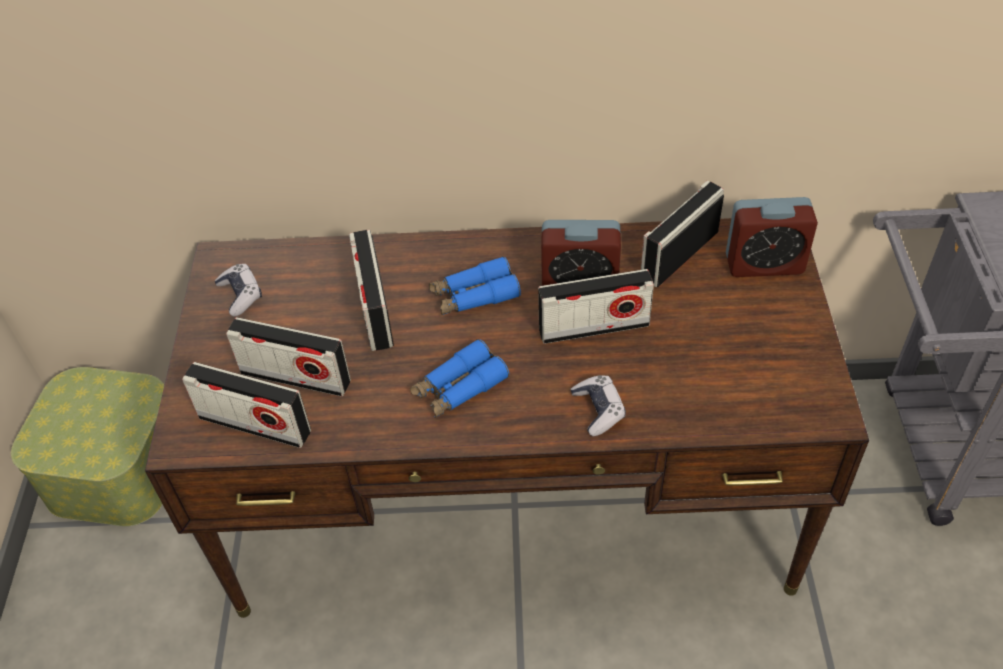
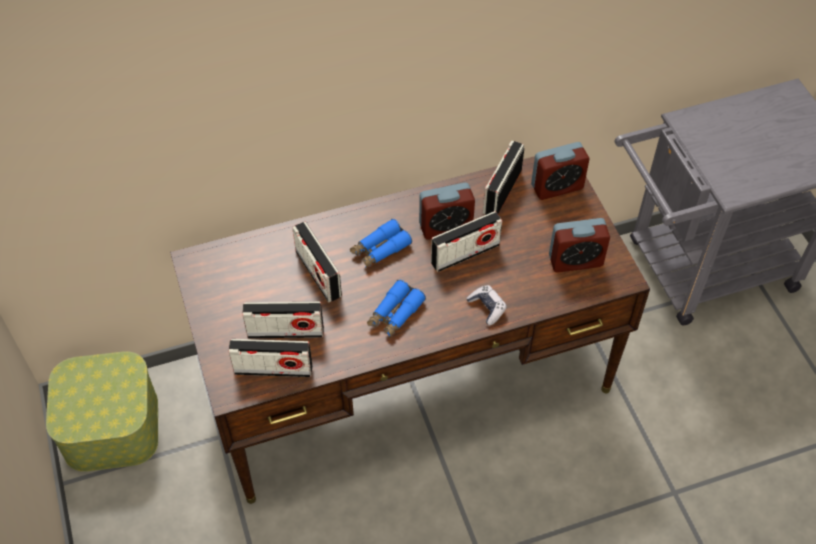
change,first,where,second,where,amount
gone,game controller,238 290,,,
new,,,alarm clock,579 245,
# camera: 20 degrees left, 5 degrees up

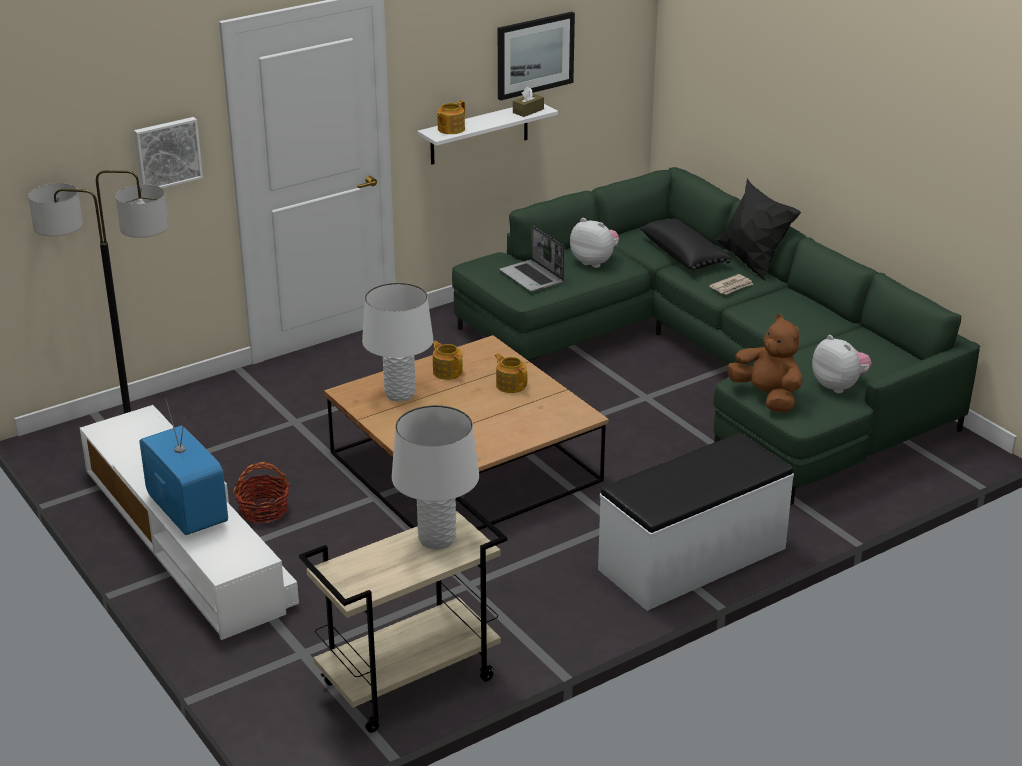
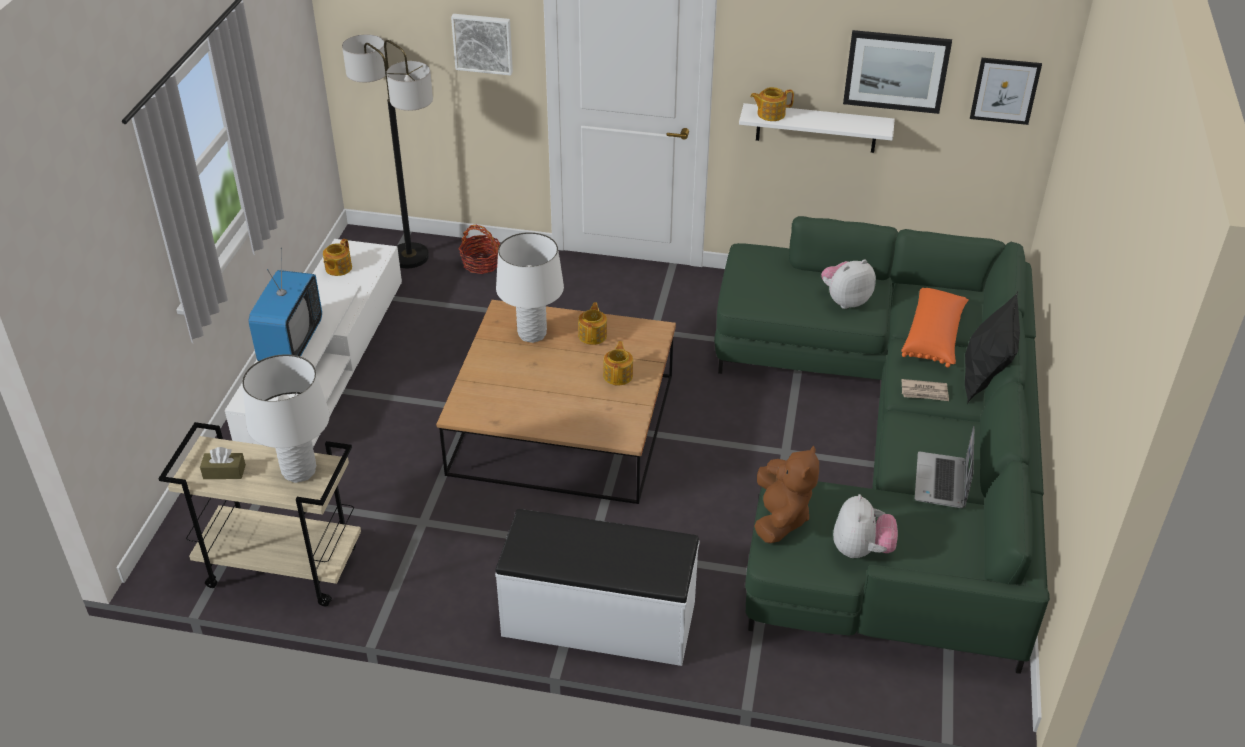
change,first,where,second,where,amount
shifted,basket,261 492,,479 249,
shifted,laptop,532 258,,944 467,
shifted,brown tissue box,528 102,,223 463,
rotated,plush toy,594 243,,848 284,105 degrees counterclockwise
repainted,black pillow,686 244,orange pillow,935 328,
new,,,teapot,337 257,
new,,,picture,1006 91,
# camera: 45 degrees right, 10 degrees up

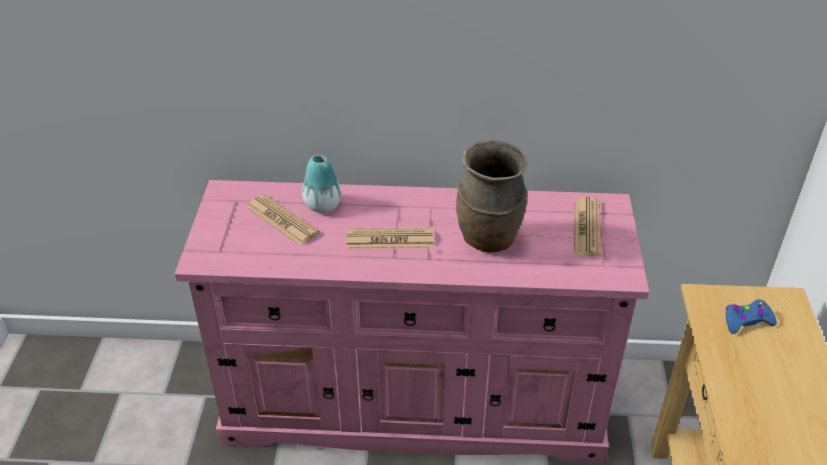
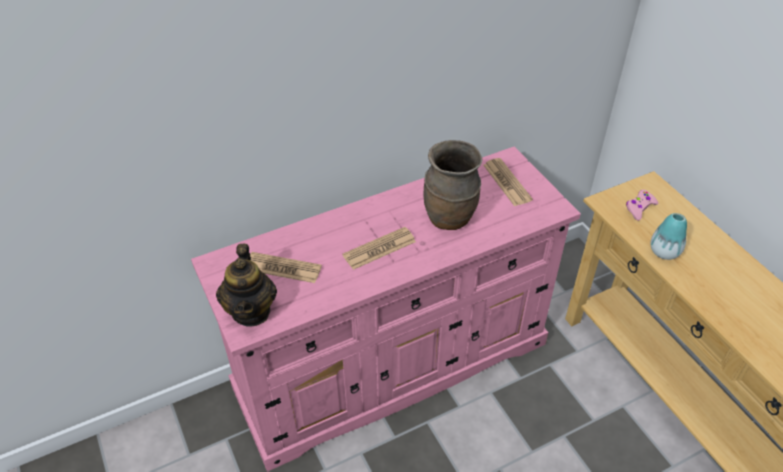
change,first,where,second,where,amount
shifted,vase,321 184,,668 236,
repainted,blue game controller,751 316,pink game controller,642 205,
new,,,teapot,246 285,
# camera: 30 degrees left, 5 degrees up

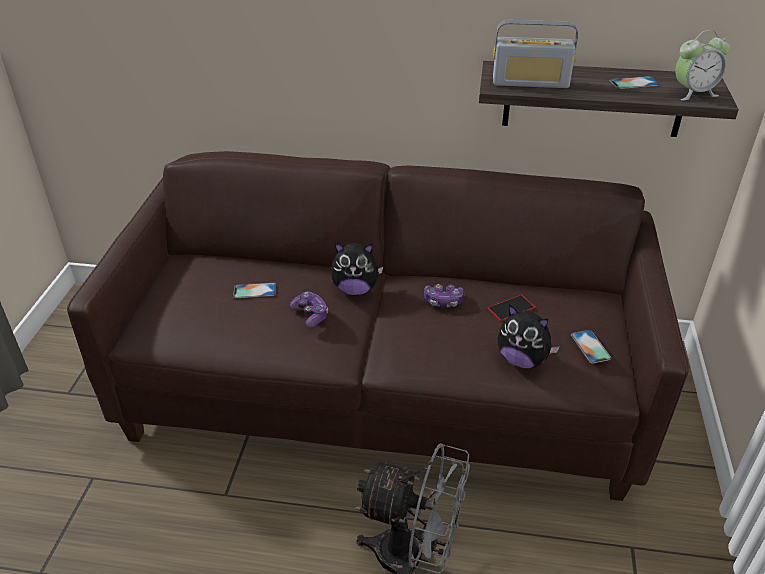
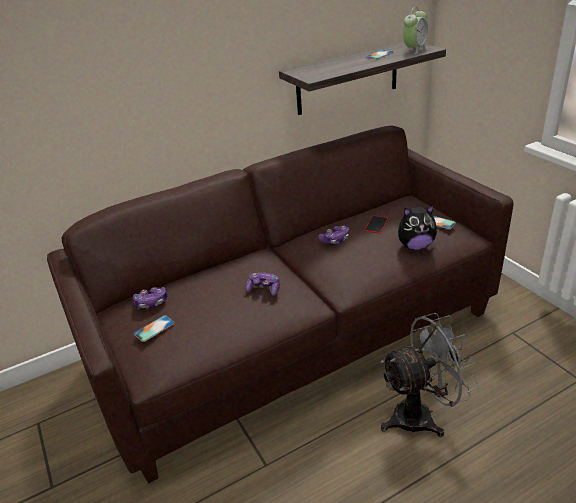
change,first,where,second,where,amount
shifted,phone,254 290,,154 328,
gone,plush toy,357 269,,,
gone,radio,535 54,,,
new,,,game controller,150 297,
# camera: 35 degrees left, 5 degrees down

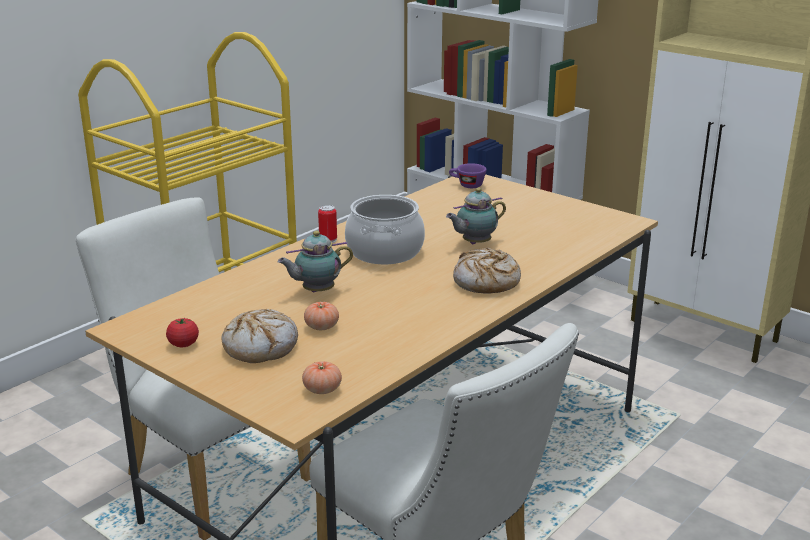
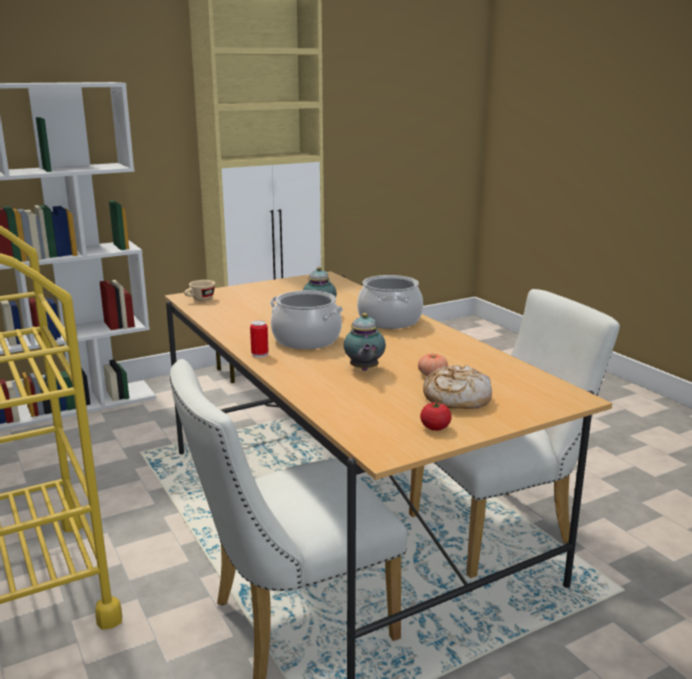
change,first,where,second,where,amount
gone,tomato,322 377,,,
repainted,purple cup,468 175,beige cup,199 290,
swapped,bread,487 270,cooking pot,390 302,
# camera: 70 degrees left, 5 degrees down

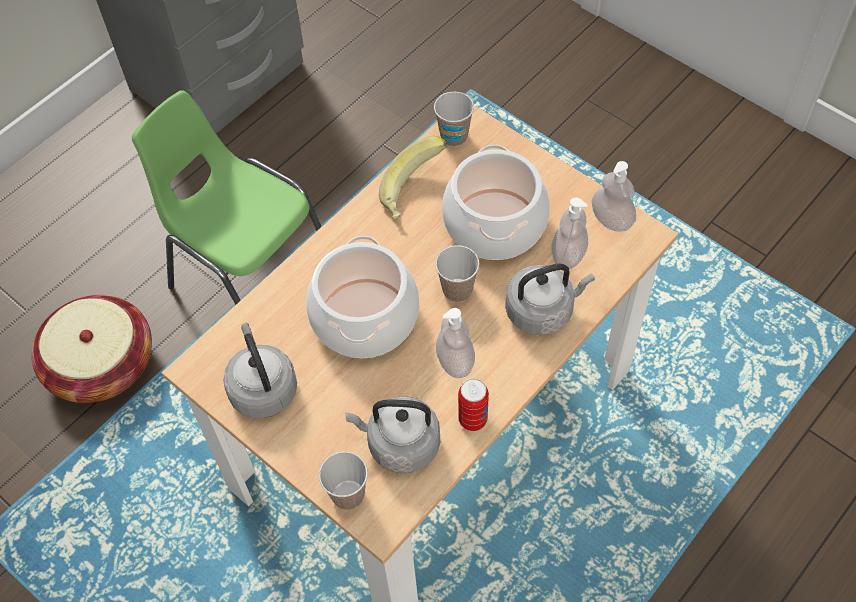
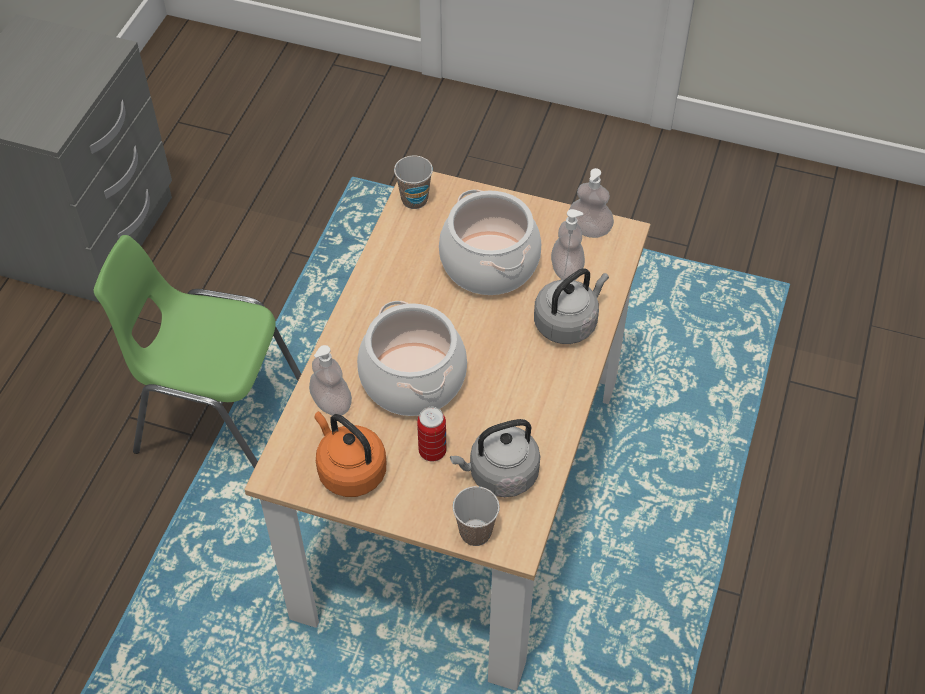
change,first,where,second,where,amount
gone,basket,91 349,,,
repainted,grey kettle,260 370,orange kettle,350 454,
gone,banana,413 178,,,
gone,cup,457 273,,,
shifted,soap dispenser,455 343,,330 380,
shifted,can,473 404,,431 434,
# camera: 25 degrees left, 5 degrees down

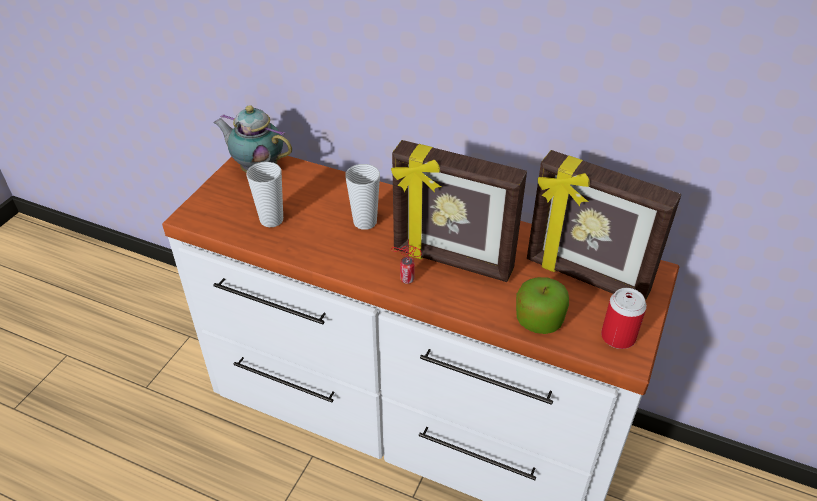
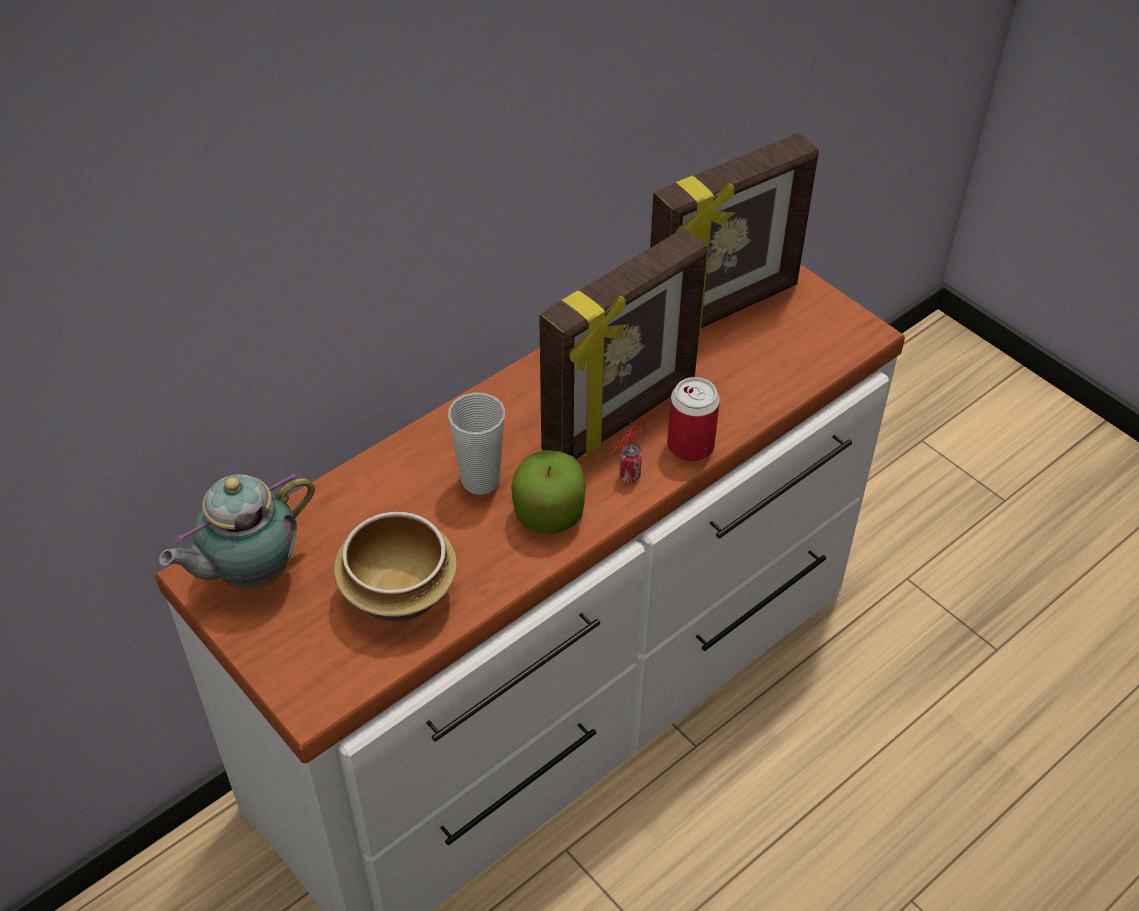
change,first,where,second,where,amount
swapped,cup,265 194,bowl,395 567,
shifted,apple,542 305,,548 492,
shifted,can,624 318,,693 419,
# camera: 65 degrees left, 5 degrees up

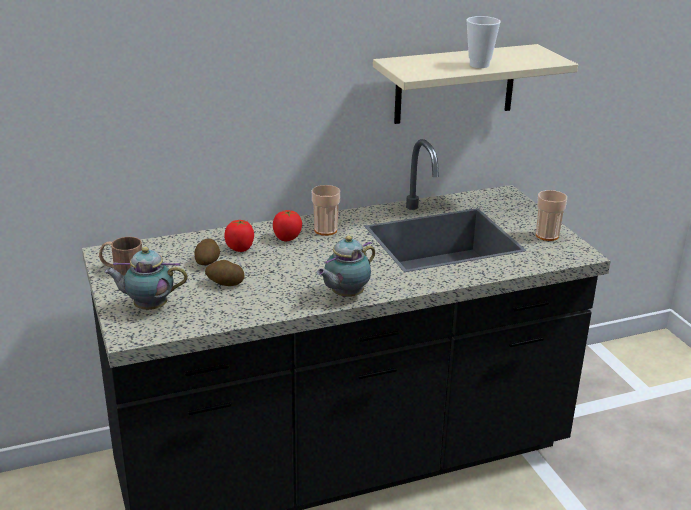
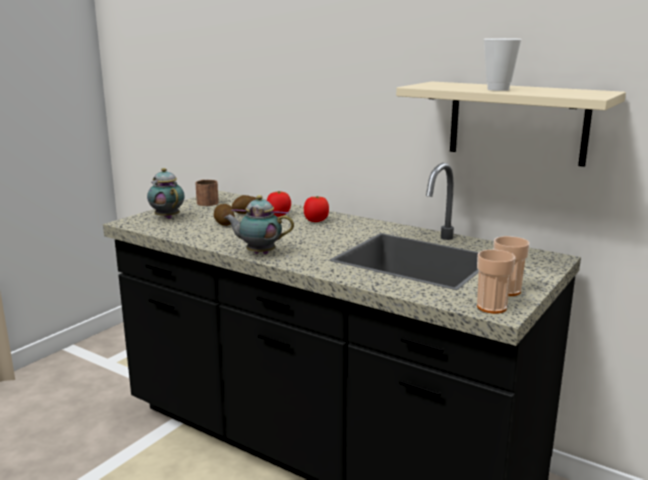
change,first,where,second,where,amount
shifted,cup,326 210,,496 282,
# camera: 55 degrees right, 10 degrees down

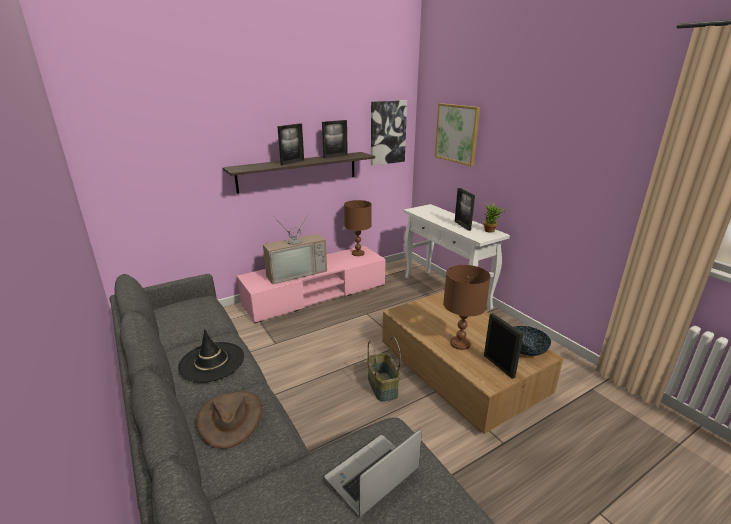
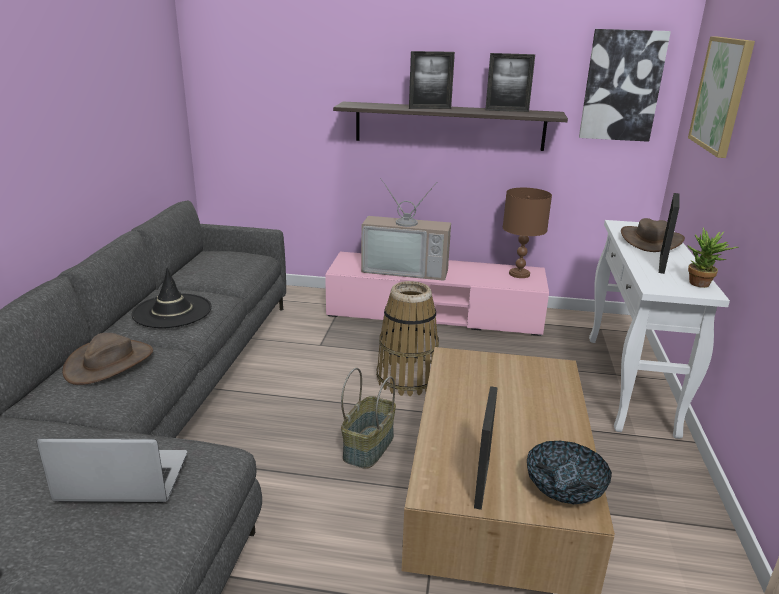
change,first,where,second,where,amount
gone,brown table lamp,467 307,,,
new,,,basket,407 338,
new,,,brown hat,653 235,
# camera: 40 degrees right, 0 degrees up

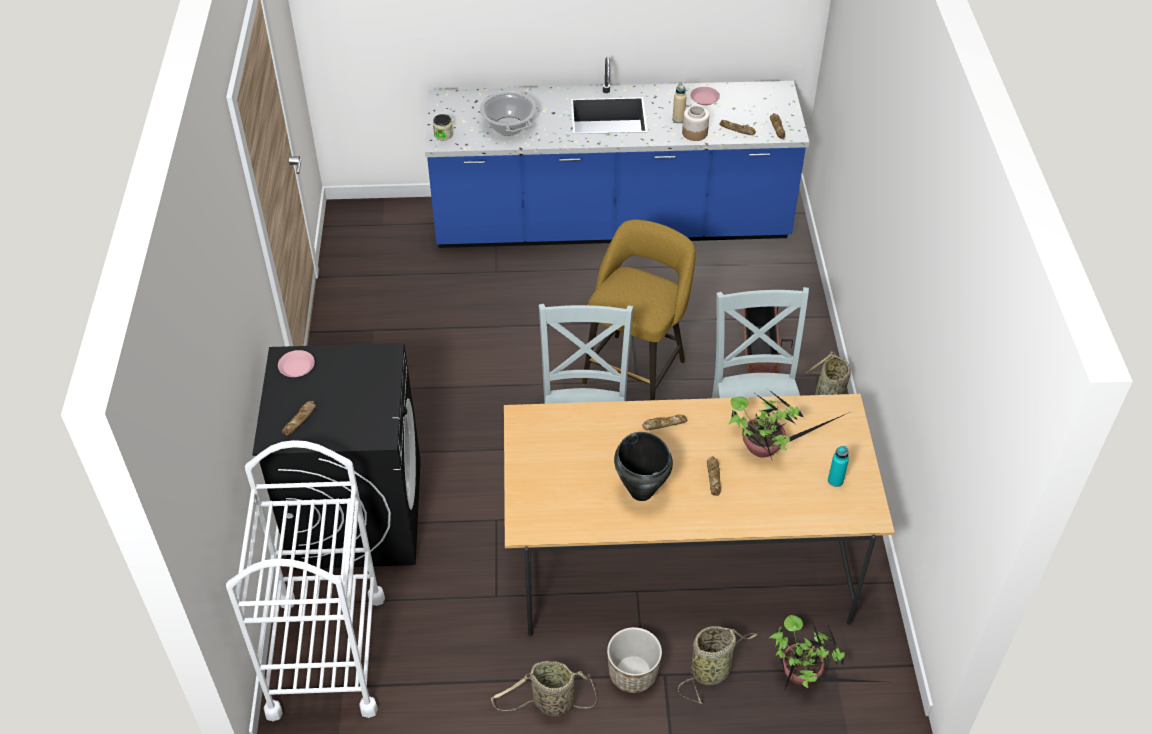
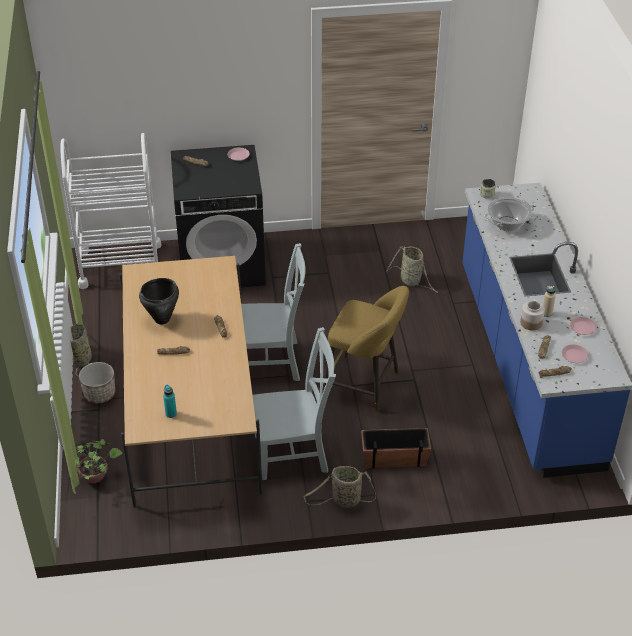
change,first,where,second,where,amount
shifted,basket,717 665,,412 269,
gone,potted plant,789 424,,,
new,,,pink plate,575 353,
# camera: 85 degrees right, 5 degrees down

